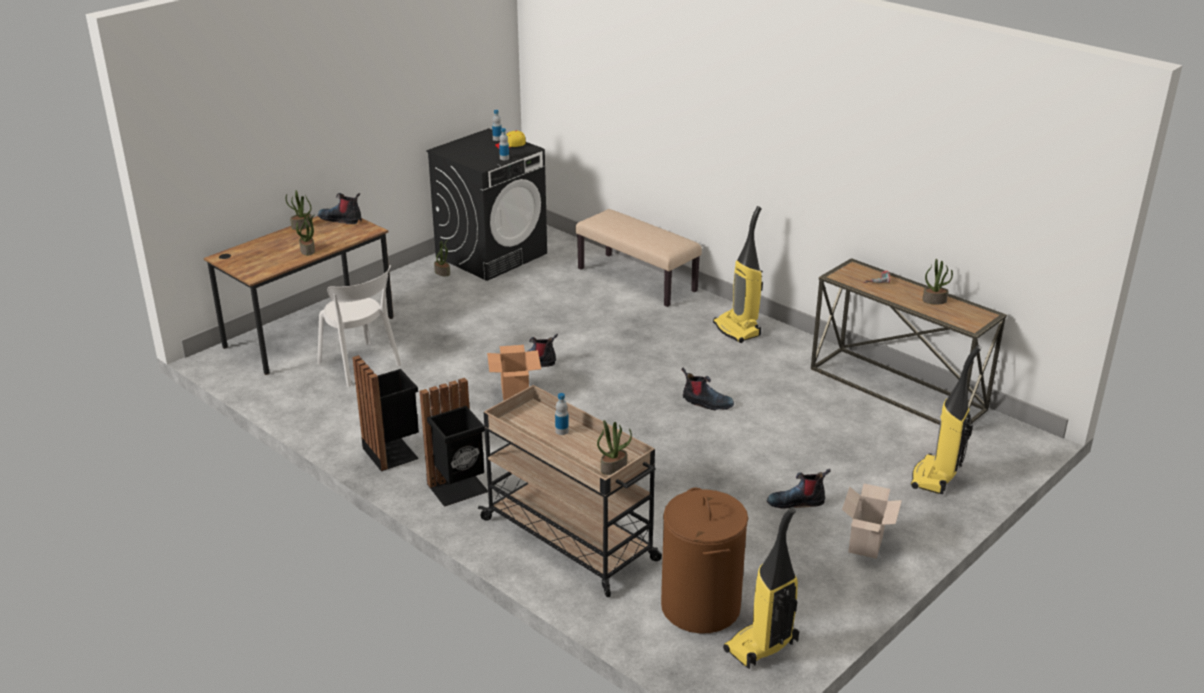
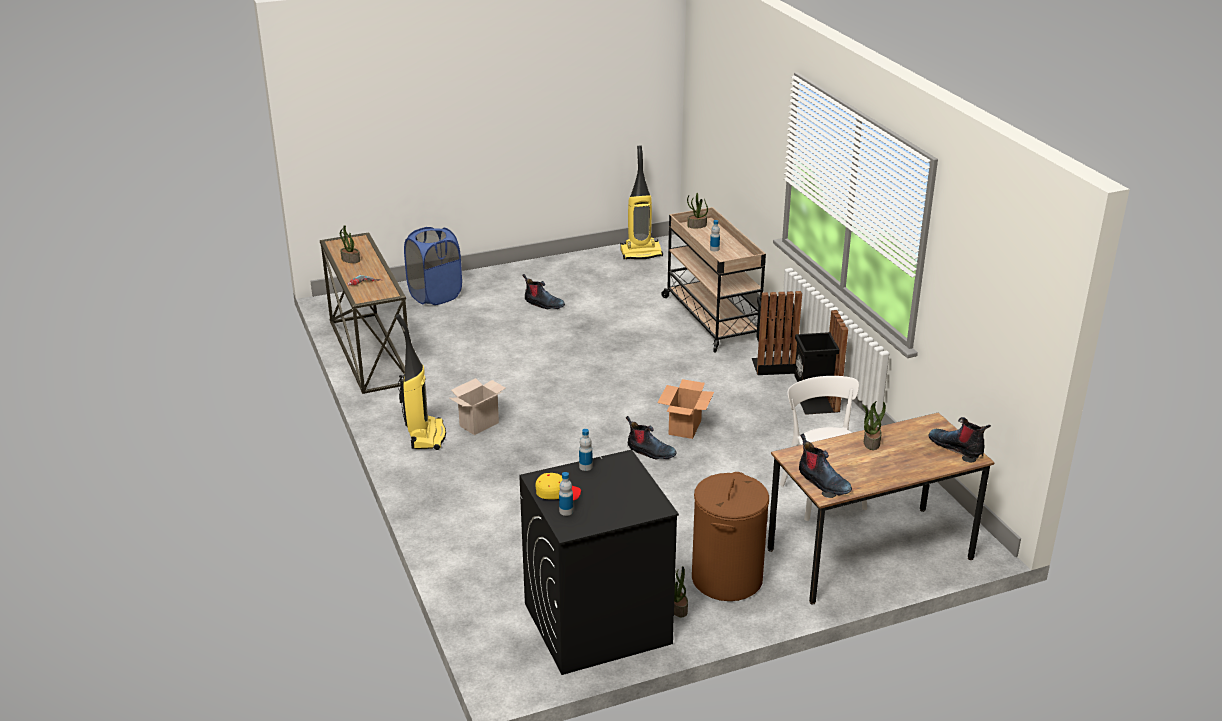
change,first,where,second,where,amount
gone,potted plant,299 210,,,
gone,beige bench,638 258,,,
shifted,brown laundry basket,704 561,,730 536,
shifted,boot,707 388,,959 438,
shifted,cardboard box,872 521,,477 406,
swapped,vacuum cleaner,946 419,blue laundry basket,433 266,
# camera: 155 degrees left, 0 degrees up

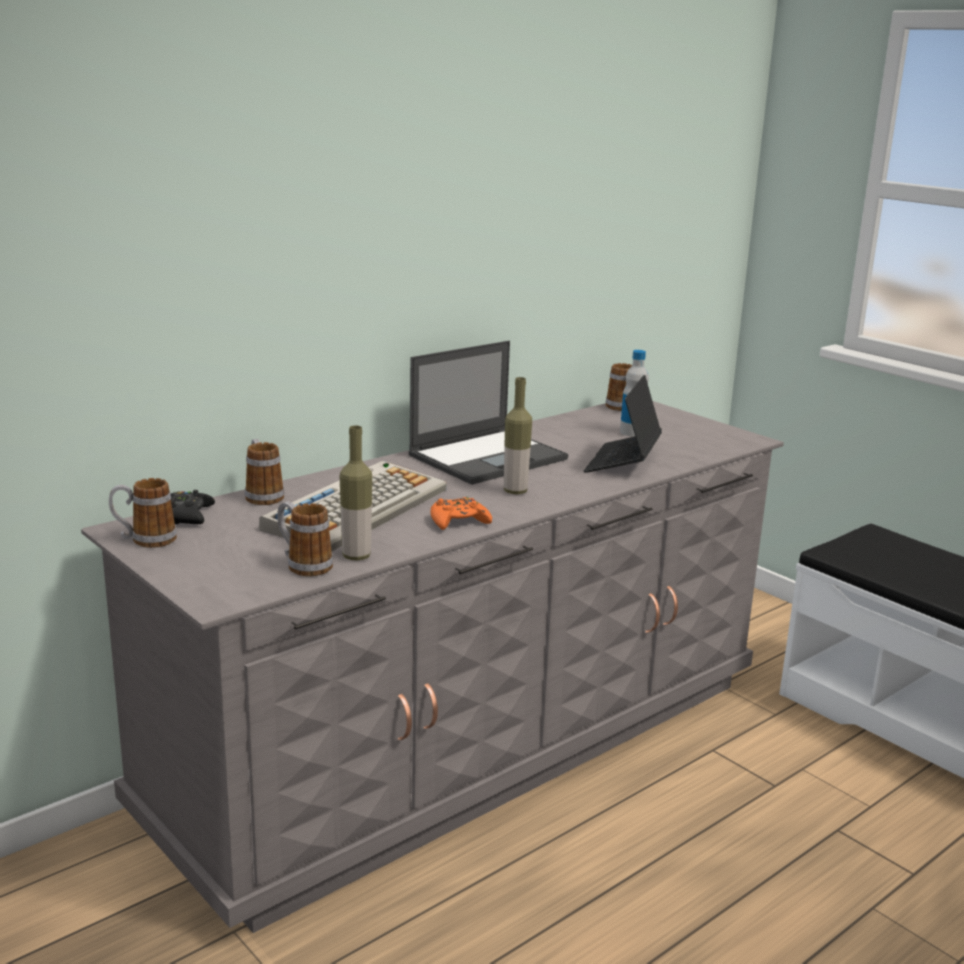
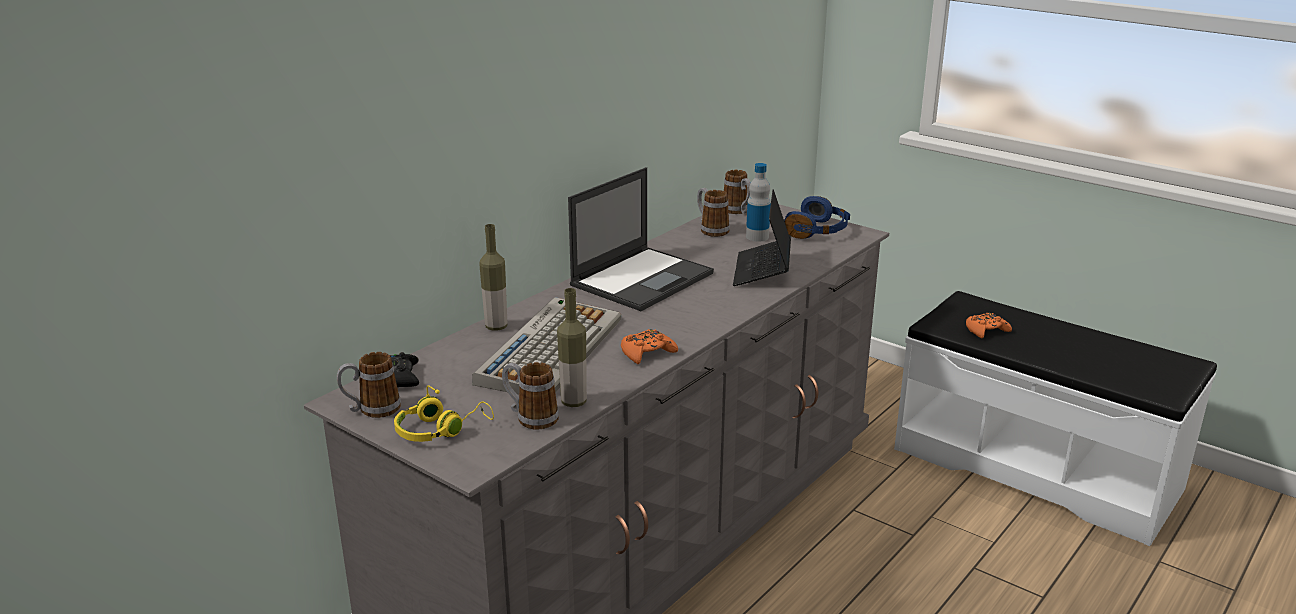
change,first,where,second,where,amount
shifted,mug,265 472,,713 212,
shifted,bottle,518 435,,493 277,
new,,,yellow headphones,444 413,
new,,,blue headphones,817 217,
new,,,orange game controller,989 325,
# camera: 10 degrees left, 5 degrees up

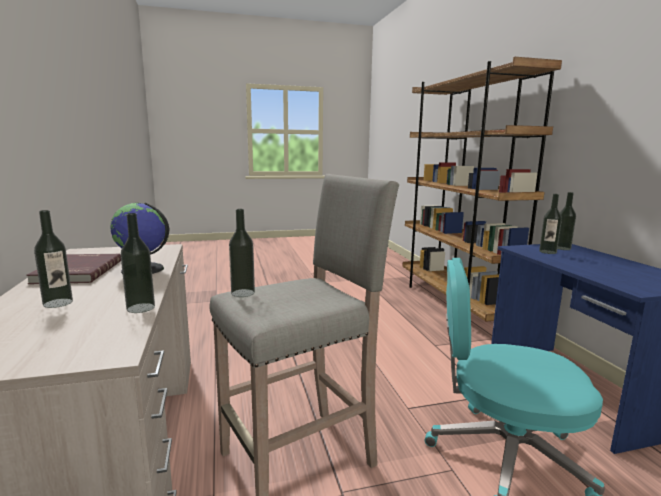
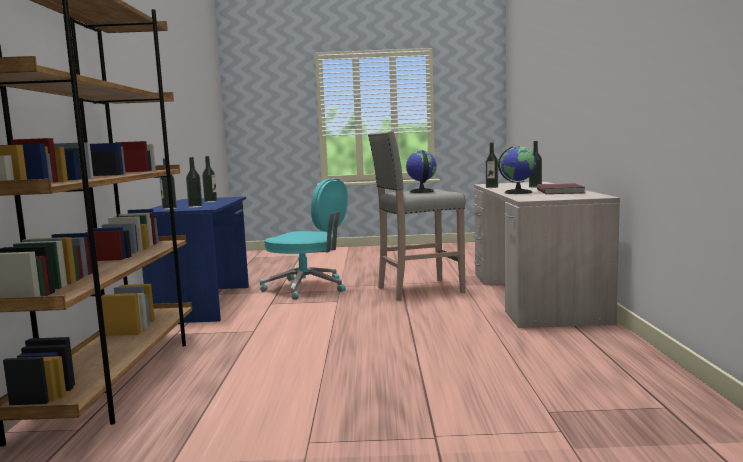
change,first,where,second,where,amount
shifted,bottle,242 253,,209 179,
new,,,globe,421 171,
# camera: 165 degrees left, 5 degrees down

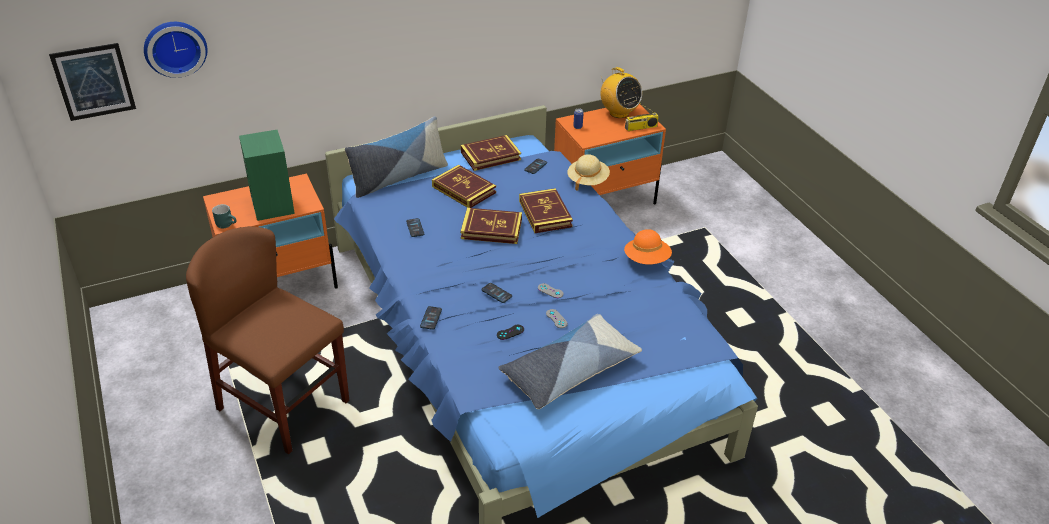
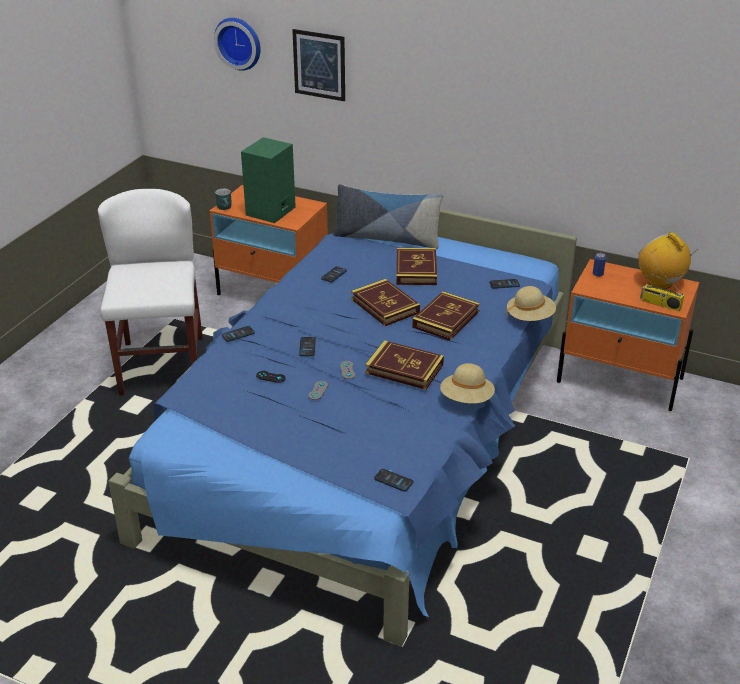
change,first,where,second,where,amount
shifted,picture,92 82,,318 65,
repainted,brown chair,267 340,white chair,150 292,
shifted,book,490 153,,404 365,
gone,pillow,570 361,,,
rotated,radio,621 92,,668 260,135 degrees clockwise
repainted,orange hat,648 246,beige hat,467 383,
new,,,phone,393 480,
# camera: 50 degrees right, 5 degrees down

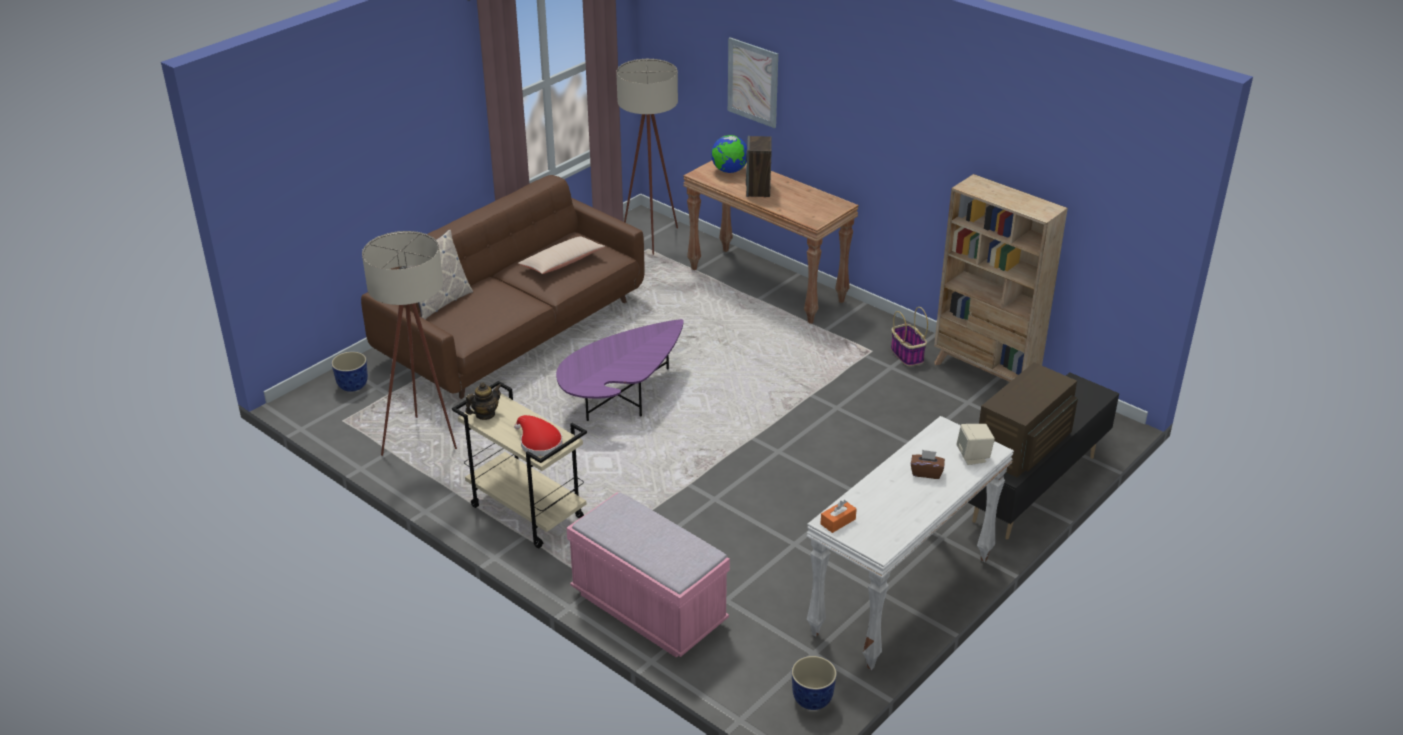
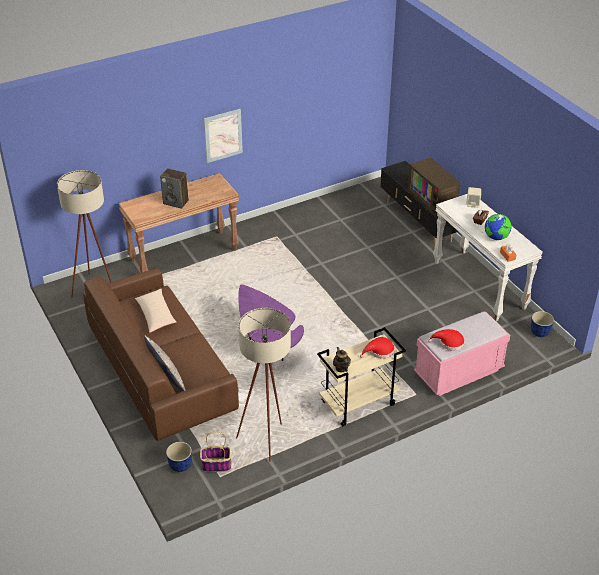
change,first,where,second,where,amount
shifted,globe,729 154,,498 227,
shifted,picture,753 82,,223 136,
shifted,basket,909 336,,215 452,
gone,beige bookcase,1001 278,,,
new,,,red hat,446 340,
# camera: 70 degrees left, 5 degrees up

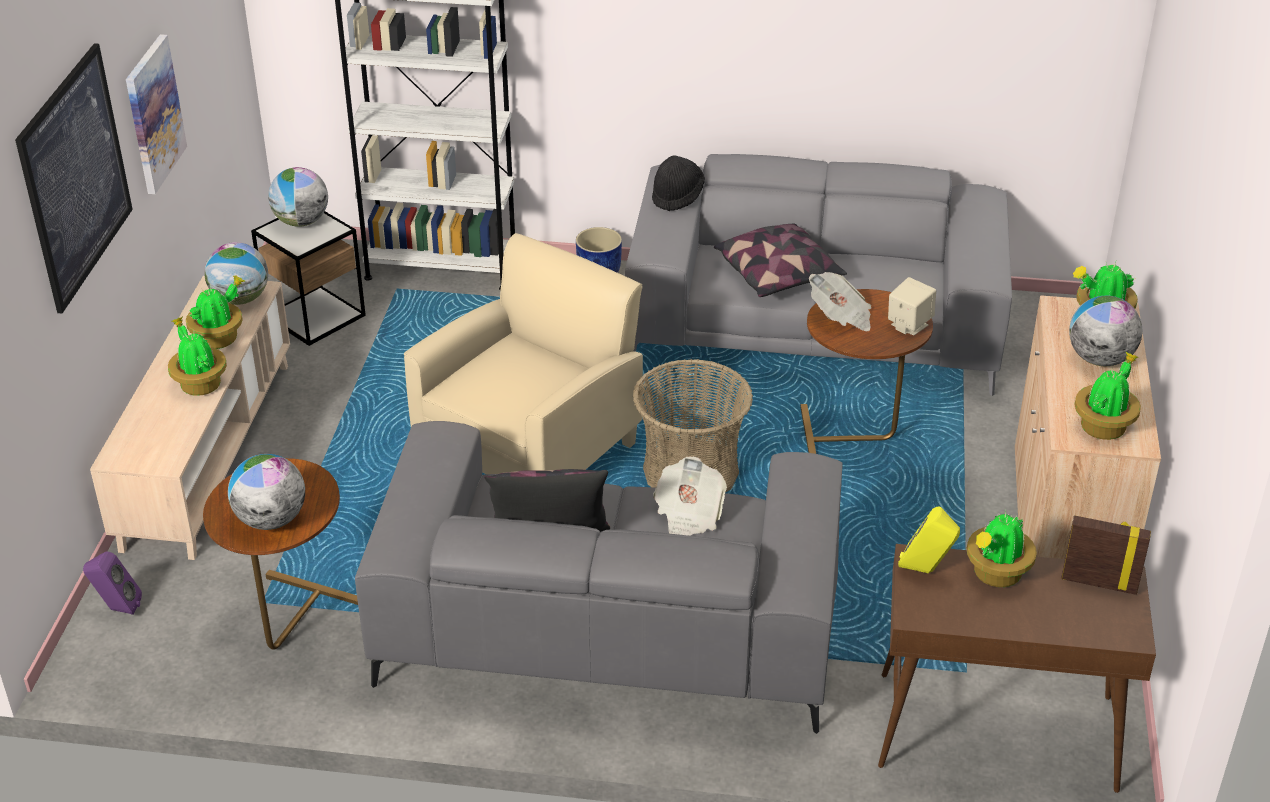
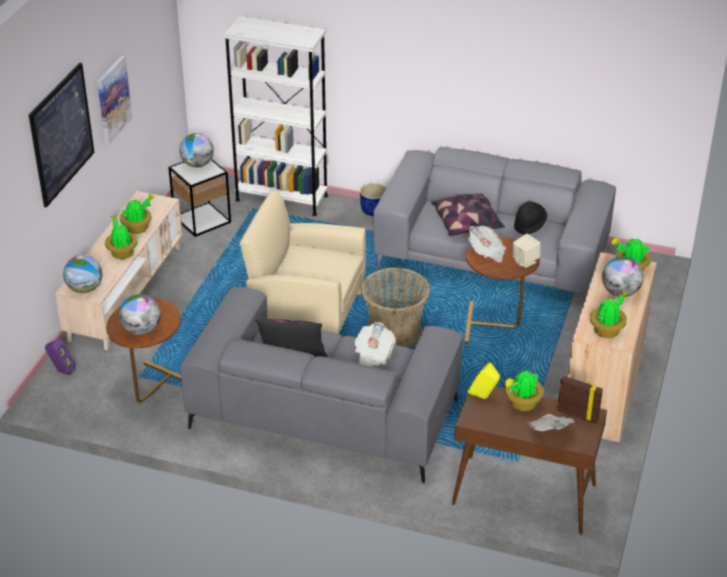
change,first,where,second,where,amount
shifted,globe,236 273,,82 274,
rotated,beige armchair,523 353,,303 262,120 degrees counterclockwise
shifted,black hat,678 183,,531 217,
new,,,newspaper,551 422,
# camera: 10 degrees right, 0 degrees up

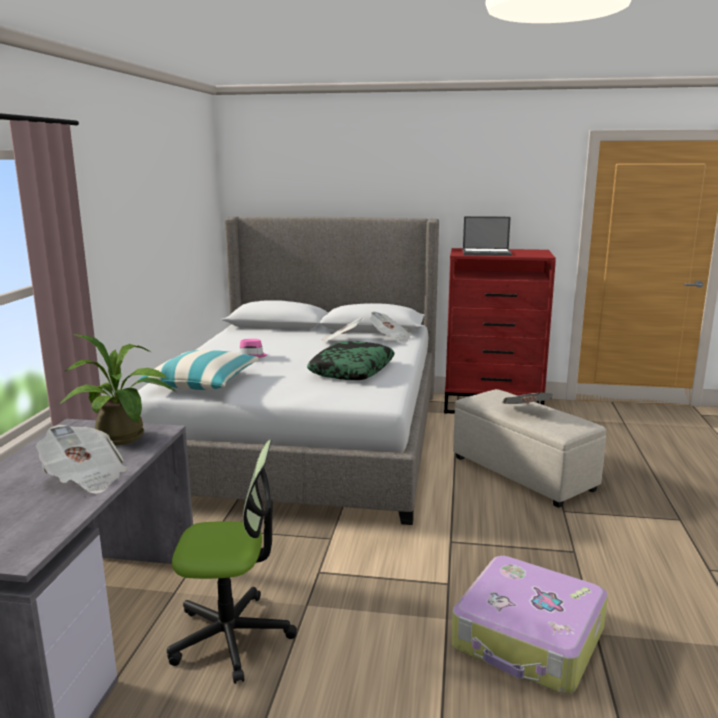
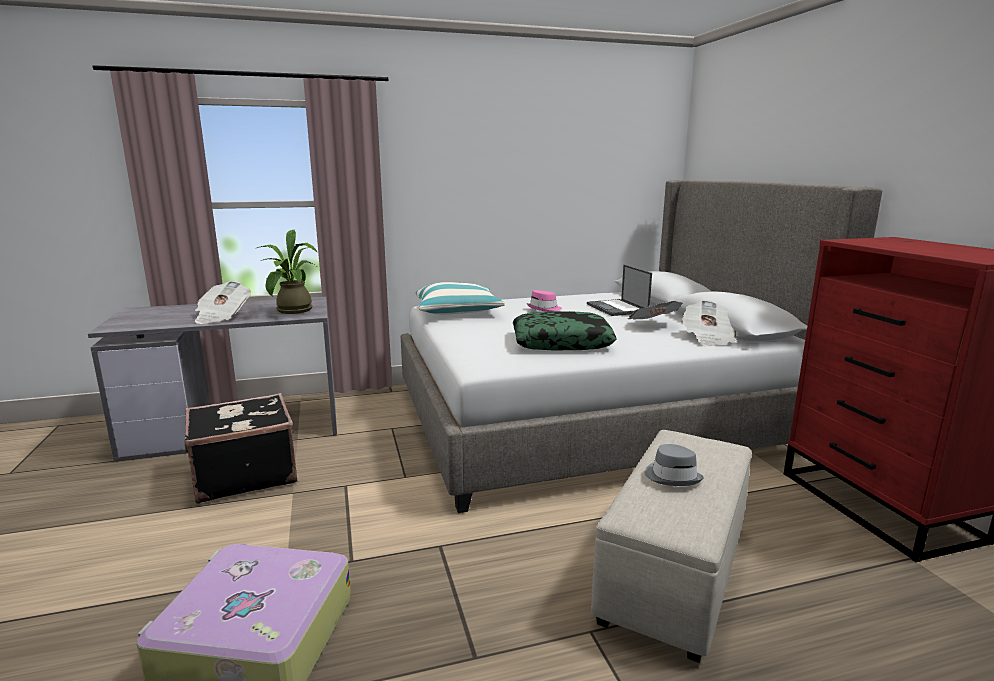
change,first,where,second,where,amount
swapped,office chair,232 562,black suitcase,240 448,
shifted,laptop,487 236,,619 290,
swapped,newspaper,527 398,grey hat,674 465,
# camera: 65 degrees right, 0 degrees up

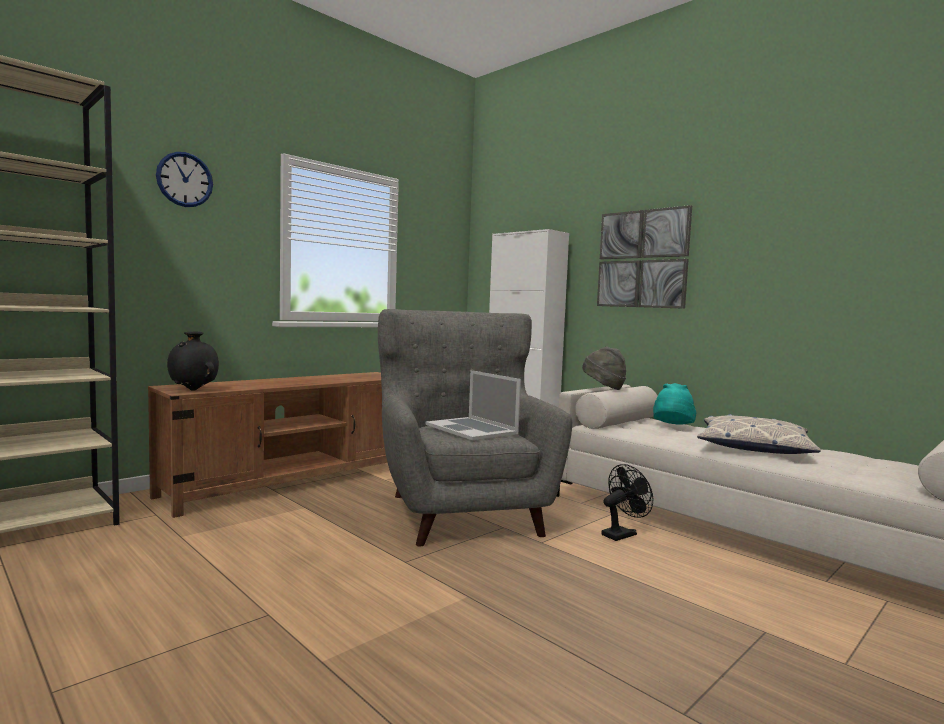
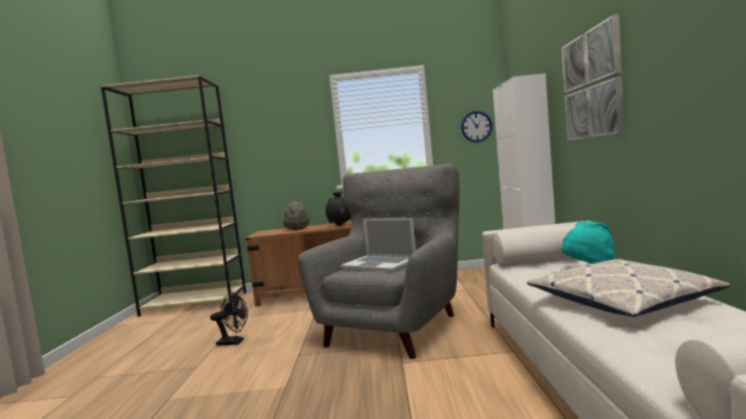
change,first,where,second,where,amount
shifted,wall clock,184 179,,476 126,
shifted,black vase,193 361,,338 209,
rotated,laptop,473 405,,378 244,60 degrees counterclockwise
shifted,grey hat,604 368,,296 216,
shifted,black fan,627 502,,229 319,
# camera: 45 degrees right, 0 degrees up

